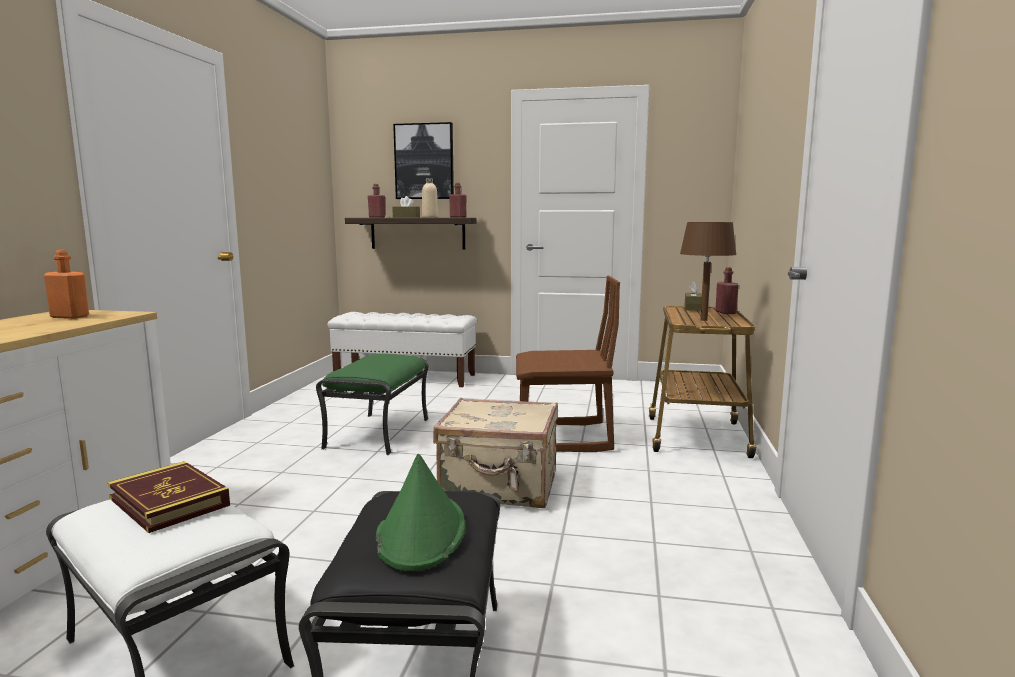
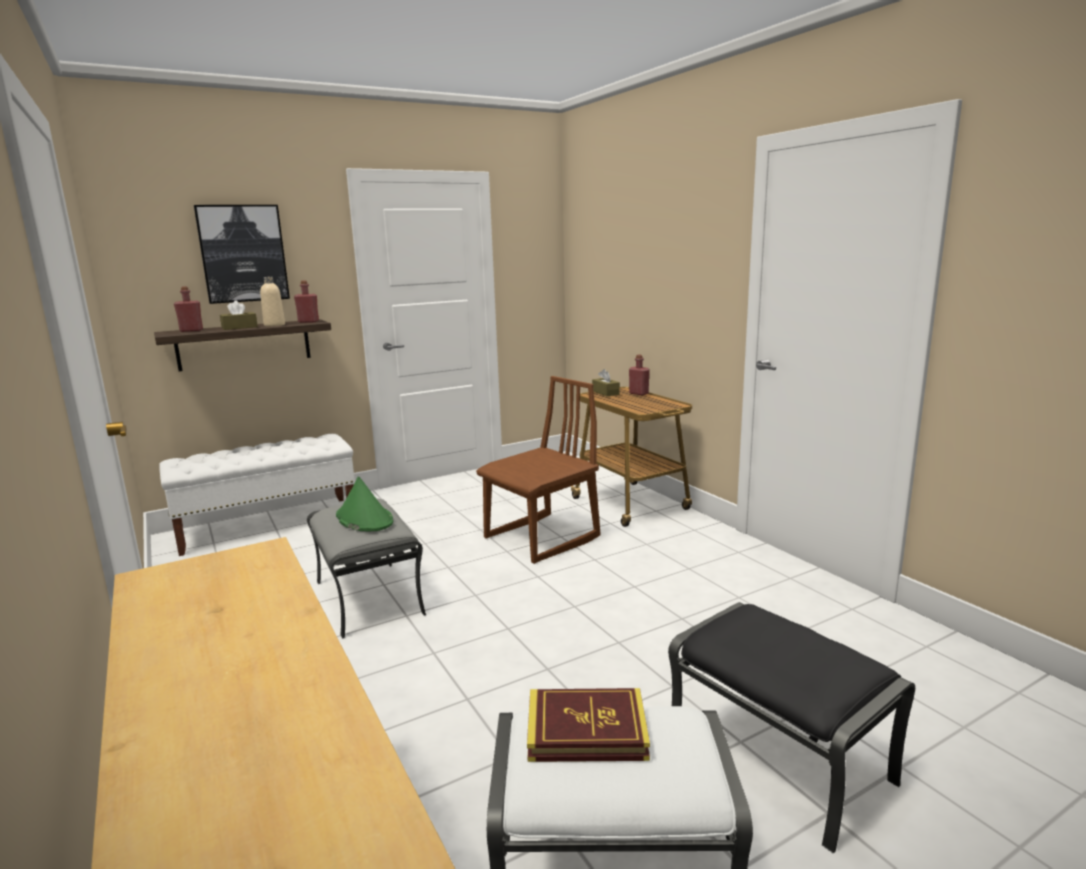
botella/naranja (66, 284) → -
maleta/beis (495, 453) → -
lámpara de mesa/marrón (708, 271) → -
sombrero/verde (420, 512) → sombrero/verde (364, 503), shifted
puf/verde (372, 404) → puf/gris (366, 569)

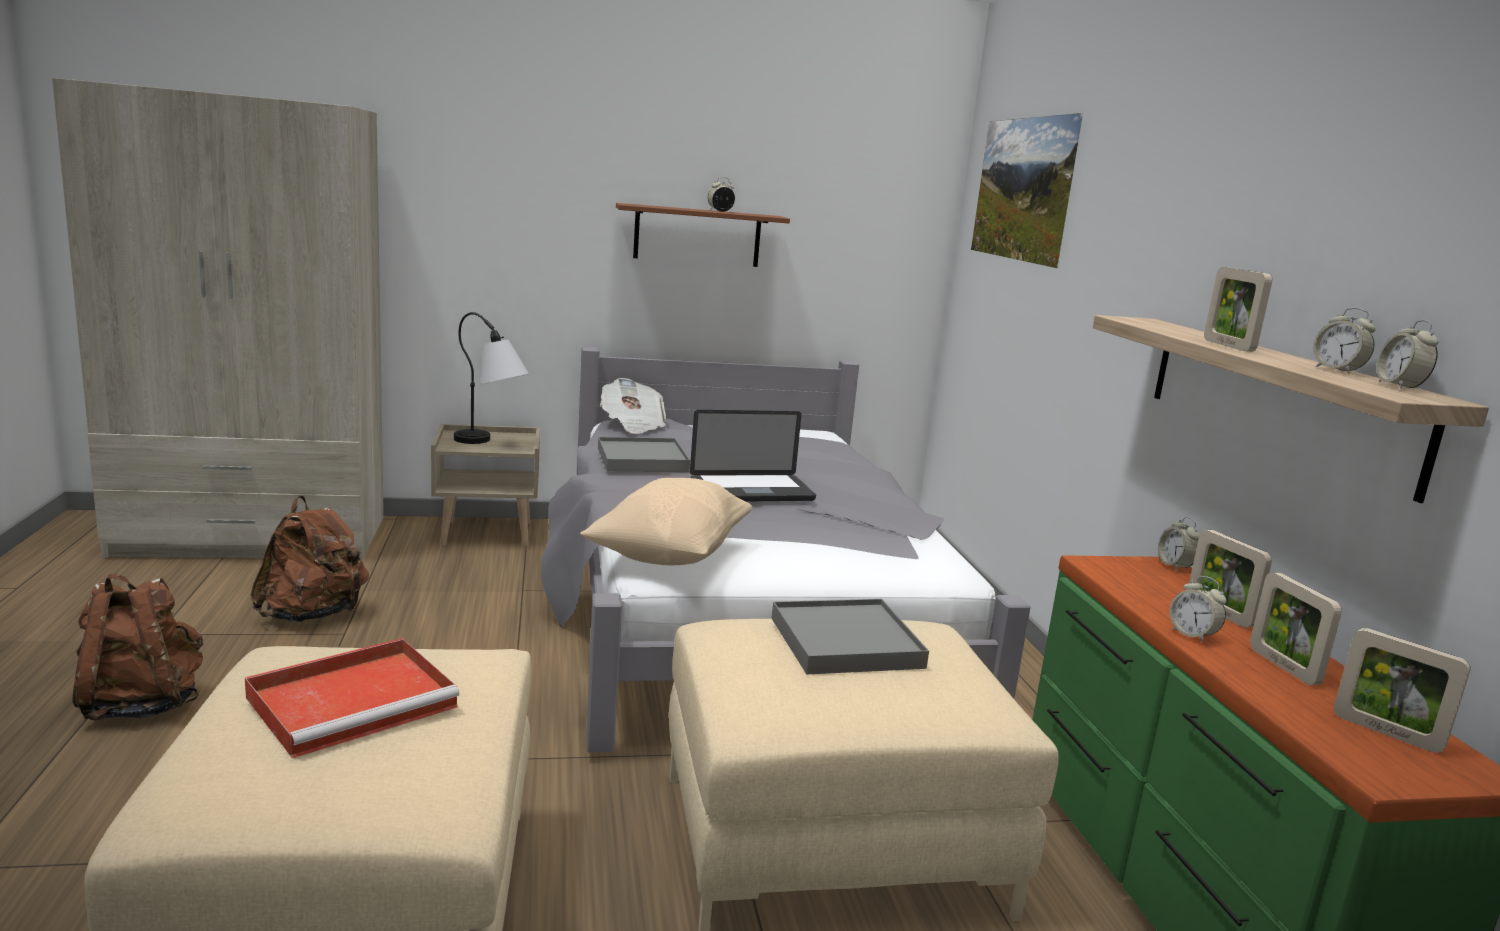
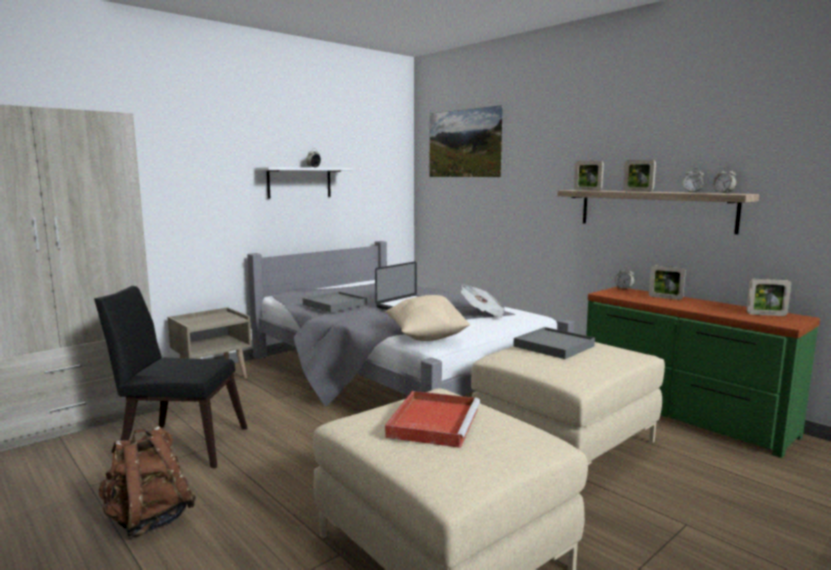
lámpara de mesa (491, 378) → -
despertador (1198, 609) → -
periódico (633, 406) → periódico (483, 301), shifted
portarretratos (1296, 628) → portarretratos (589, 176), shifted
mochila/marrón (309, 559) → silla/negro (170, 377)
estante/marrón (703, 235) → estante/blanco (304, 183)

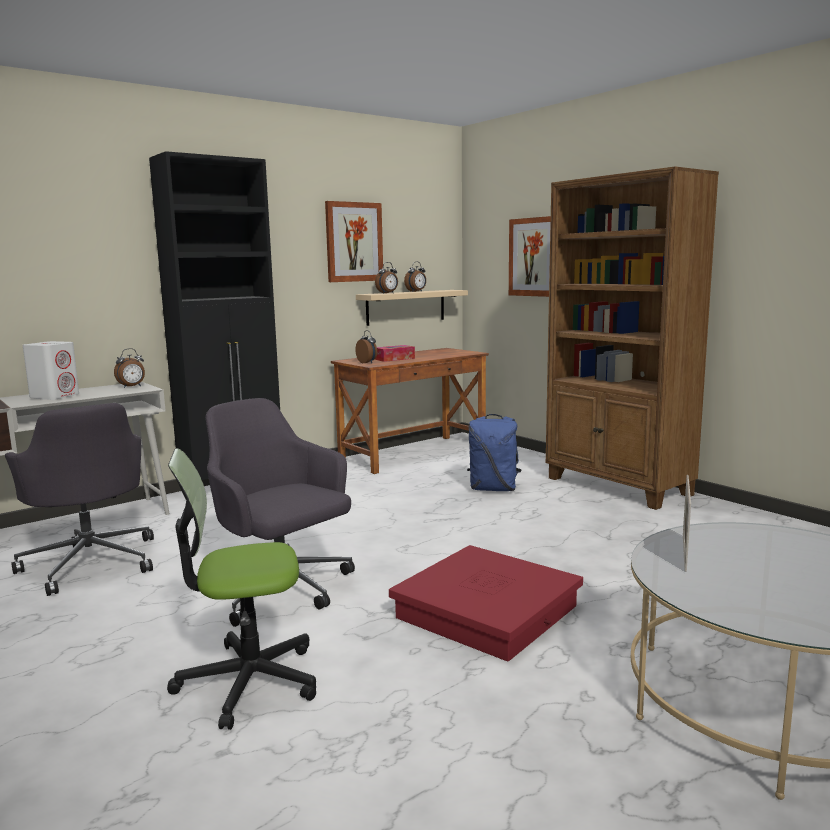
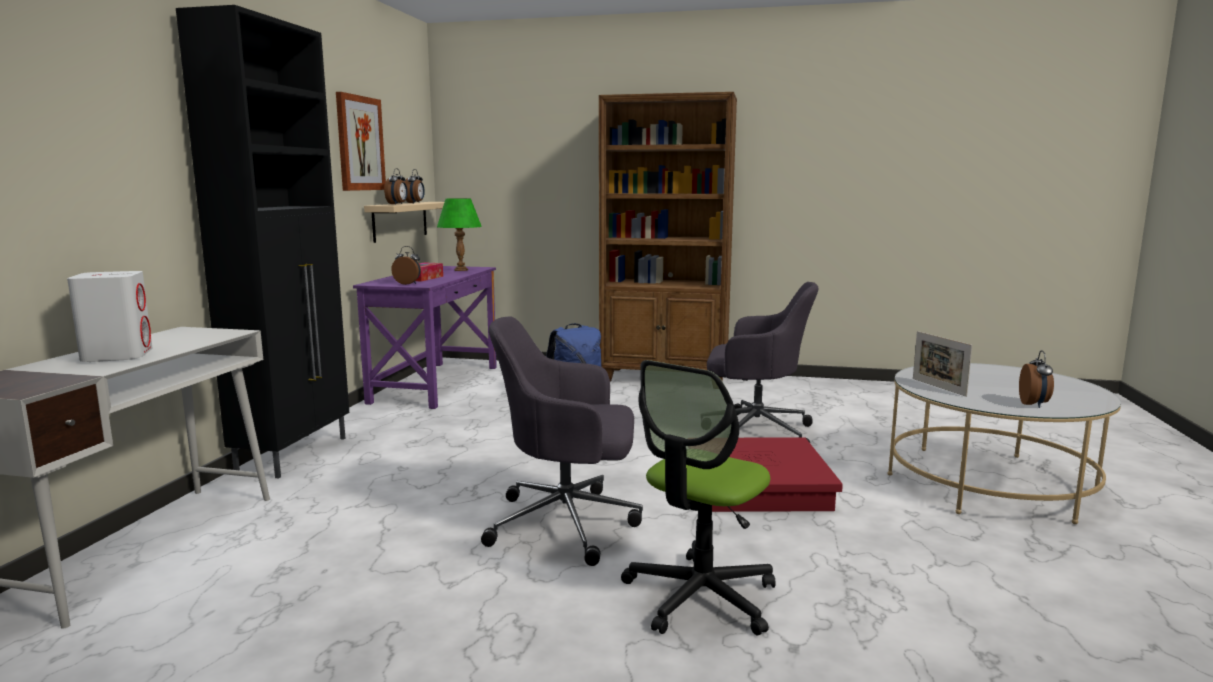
cuadro (530, 256) → -
- → lámpara de mesa/verde (459, 234)
silla de oficina/gris (79, 499) → silla de oficina/gris (763, 362), shifted
despertador (129, 368) → despertador (1036, 379), shifted
escritorio/marrón (410, 411) → escritorio/morado (425, 337)

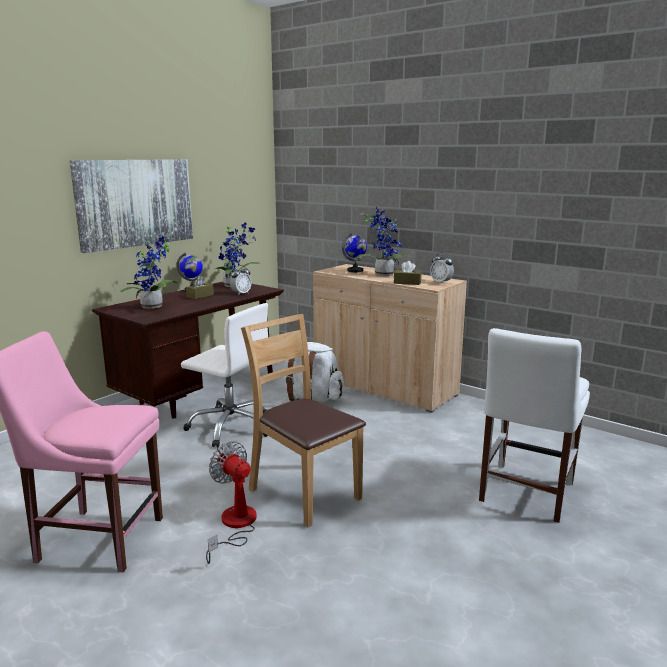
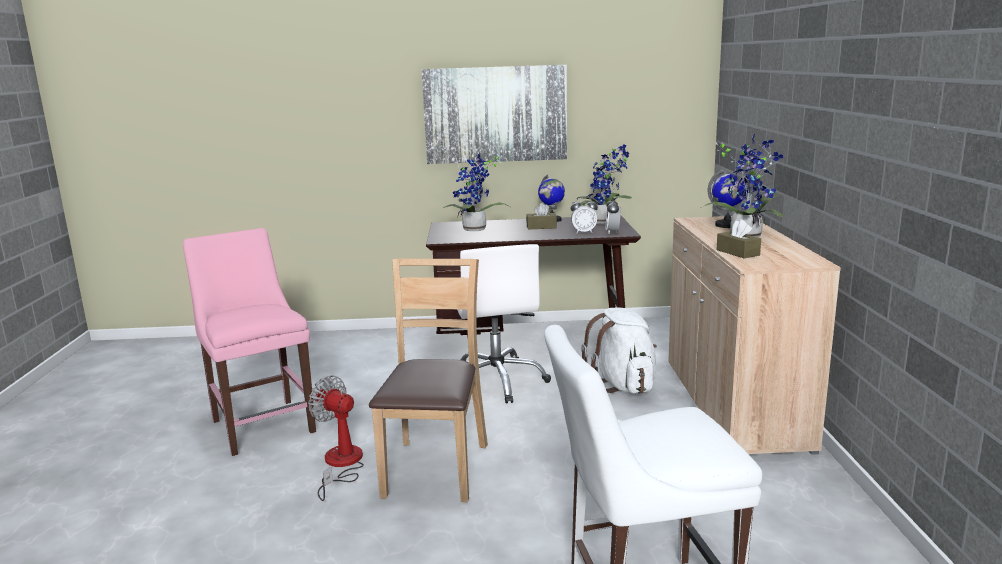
despertador (442, 268) → despertador (613, 215), shifted
ventilador (231, 502) → ventilador (336, 438), 60 degrees counterclockwise

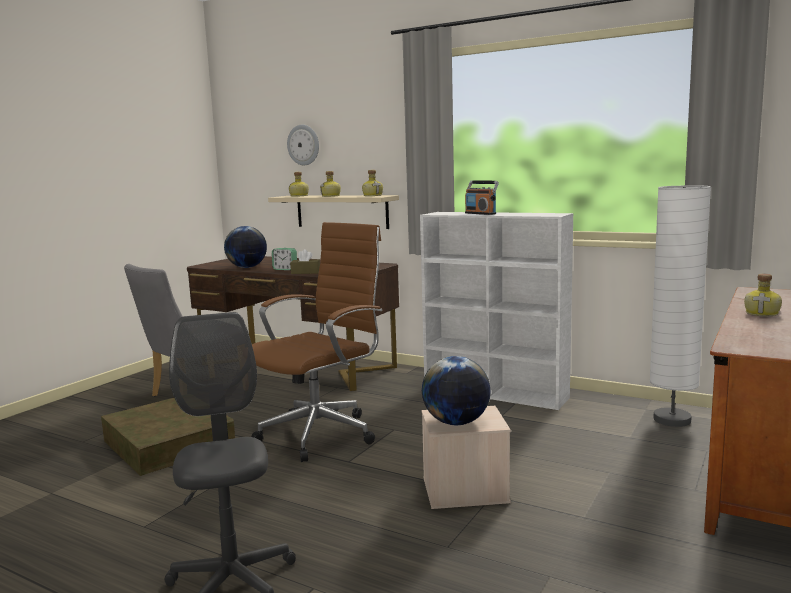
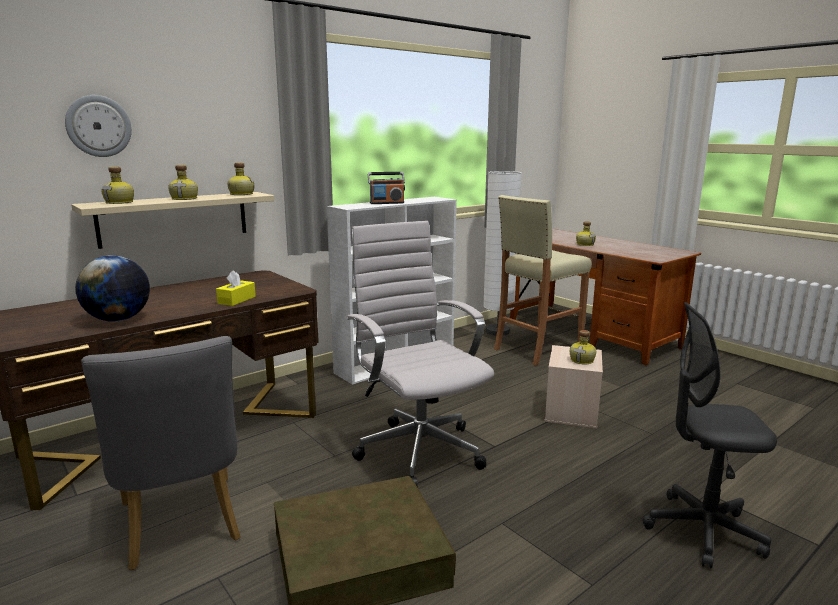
despertador (284, 259) → -
- → taburete/beis (543, 280)
globo terráqueo (456, 390) → botella (583, 347)
silla de oficina/marrón (316, 342) → silla de oficina/blanco (420, 354)
caja de pañuelos/marrón (305, 261) → caja de pañuelos/amarillo (236, 288)

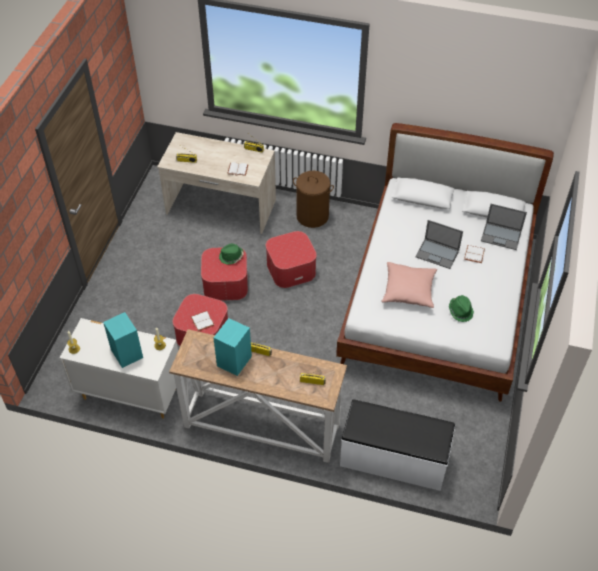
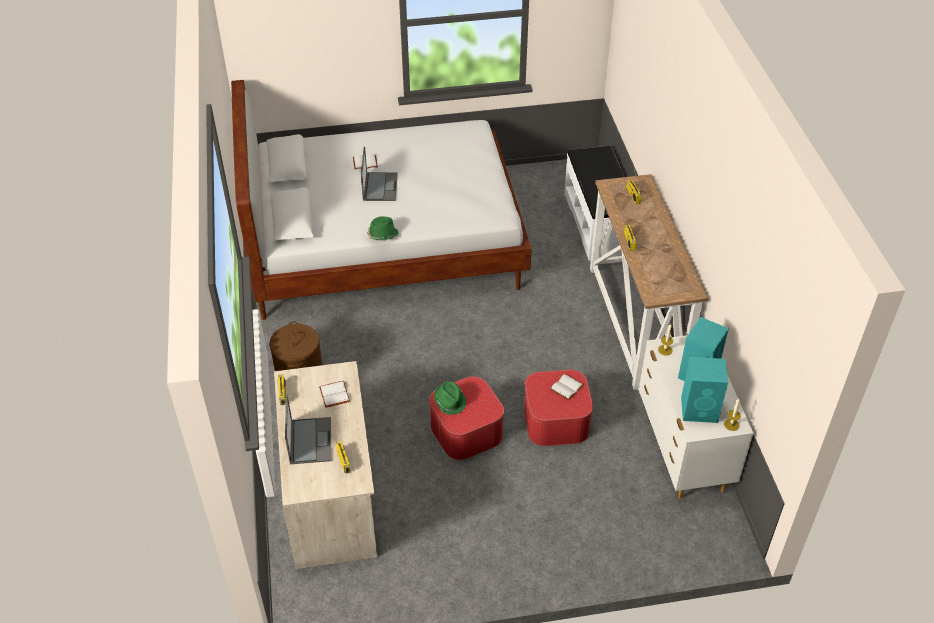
puf (291, 259) → -
cojín/rosa (409, 285) → -
altavoz/turquesa (232, 347) → altavoz/turquesa (704, 390), shifted
sombrero/verde (461, 308) → sombrero/verde (383, 228), shifted
portátil (504, 227) → portátil (308, 429), shifted

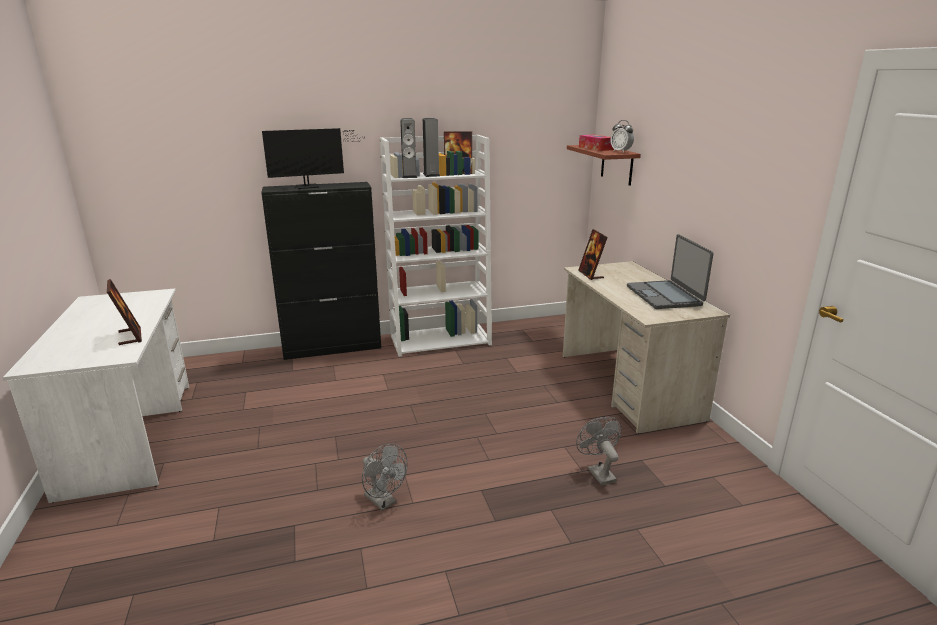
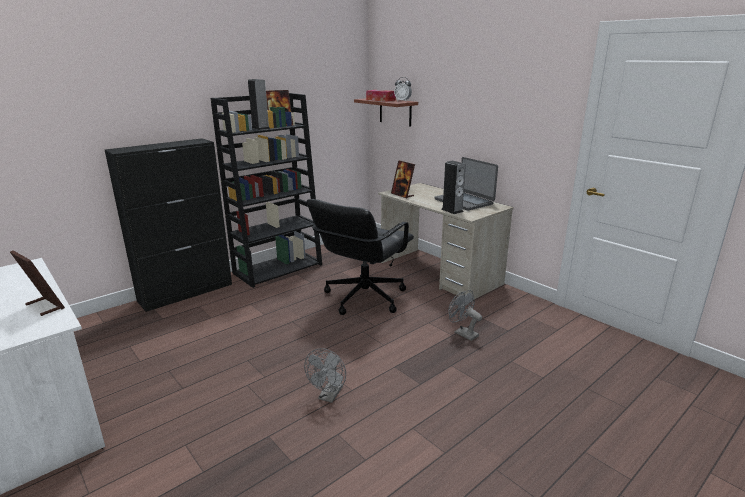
monitor (313, 158) → -
- → silla de oficina/negro (360, 257)
altavoz (408, 148) → altavoz (453, 187), shifted
estantería/blanco (436, 246) → estantería/negro (266, 190)
ventilador/gris (384, 477) → ventilador/gris (325, 375), 90 degrees clockwise

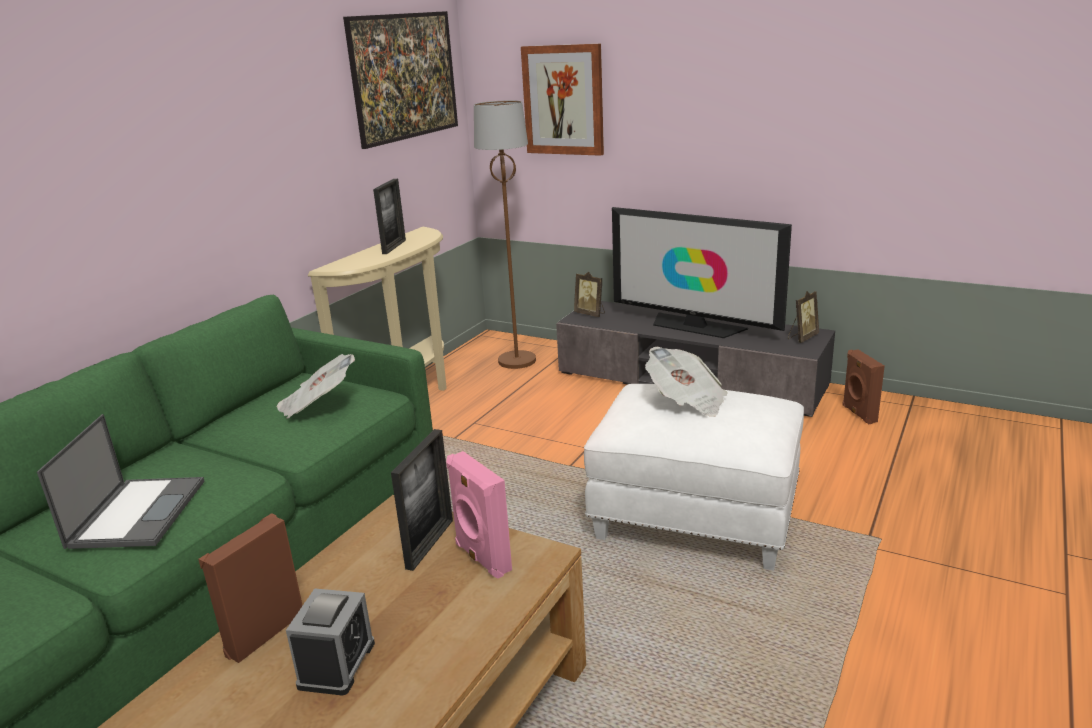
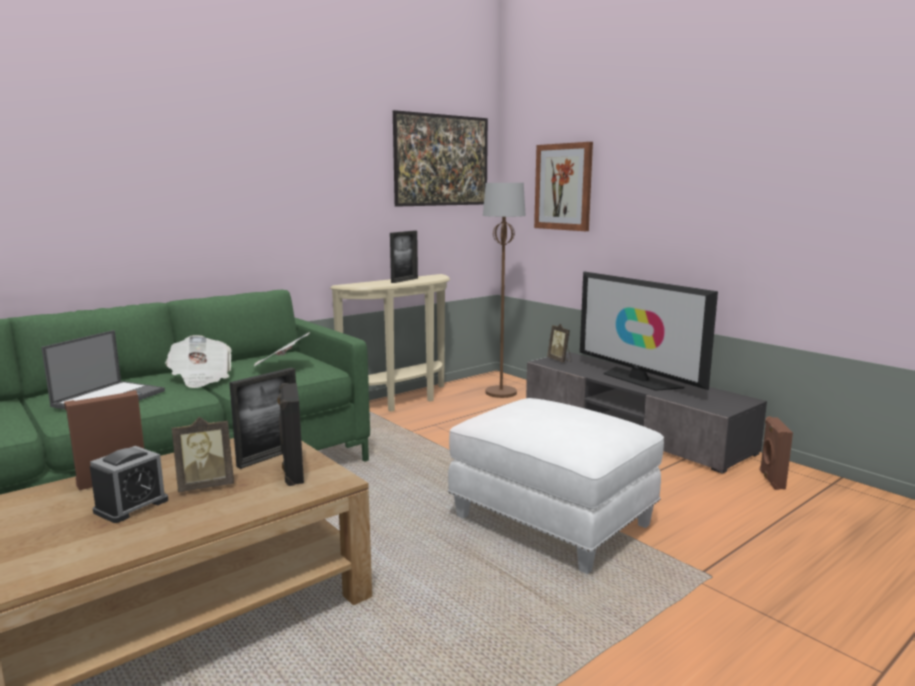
periódico (686, 382) → periódico (198, 361), shifted
portarretratos (803, 317) → portarretratos (203, 454), shifted
altavoz/rosa (479, 515) → altavoz/negro (290, 434)

